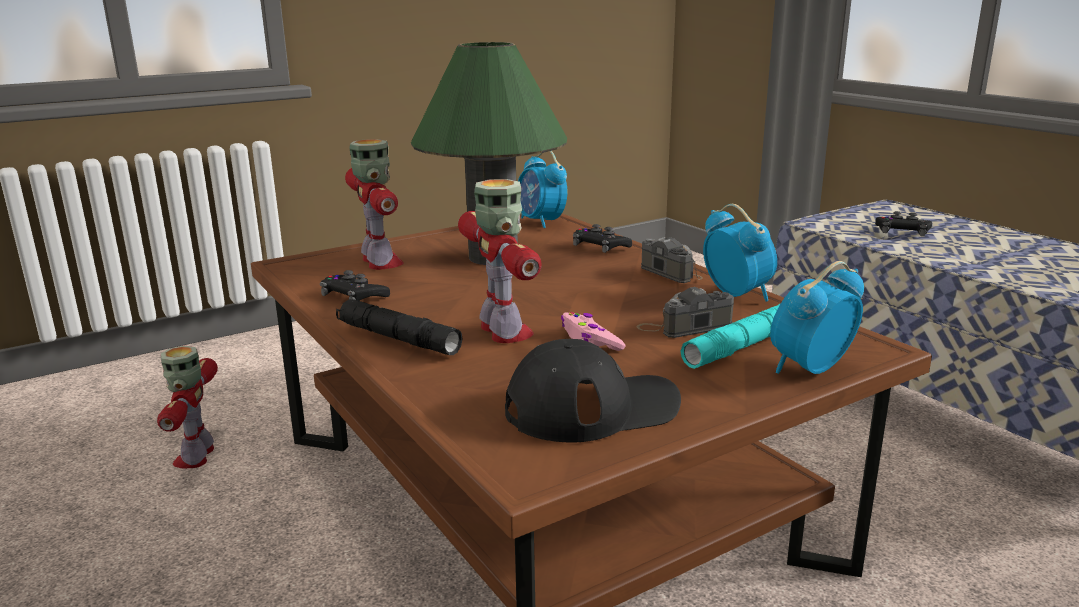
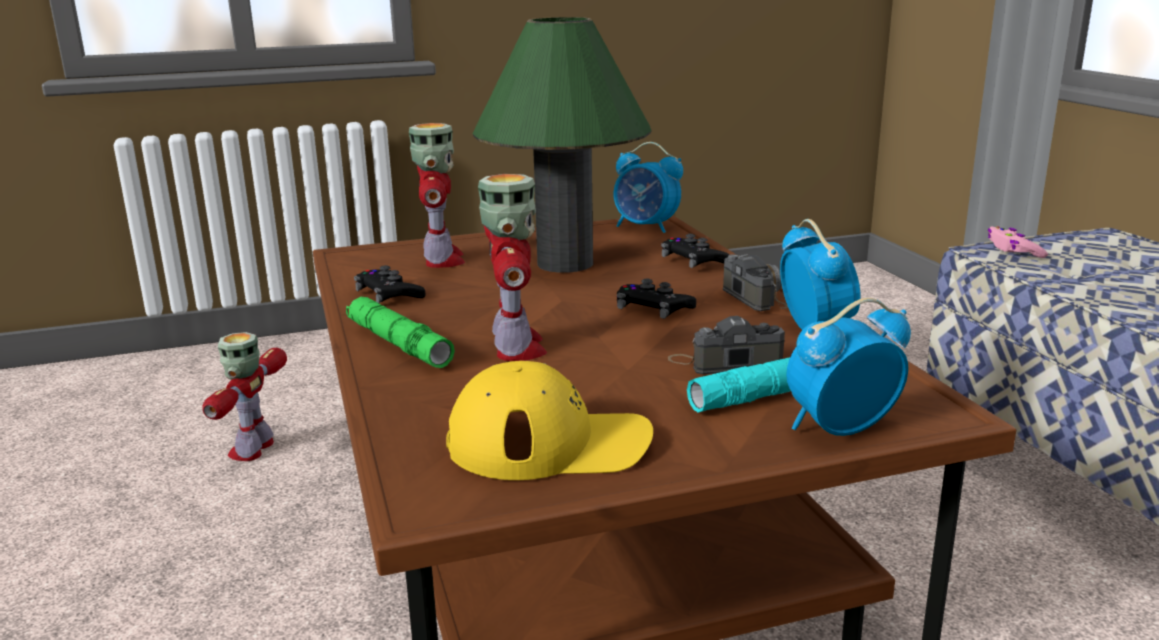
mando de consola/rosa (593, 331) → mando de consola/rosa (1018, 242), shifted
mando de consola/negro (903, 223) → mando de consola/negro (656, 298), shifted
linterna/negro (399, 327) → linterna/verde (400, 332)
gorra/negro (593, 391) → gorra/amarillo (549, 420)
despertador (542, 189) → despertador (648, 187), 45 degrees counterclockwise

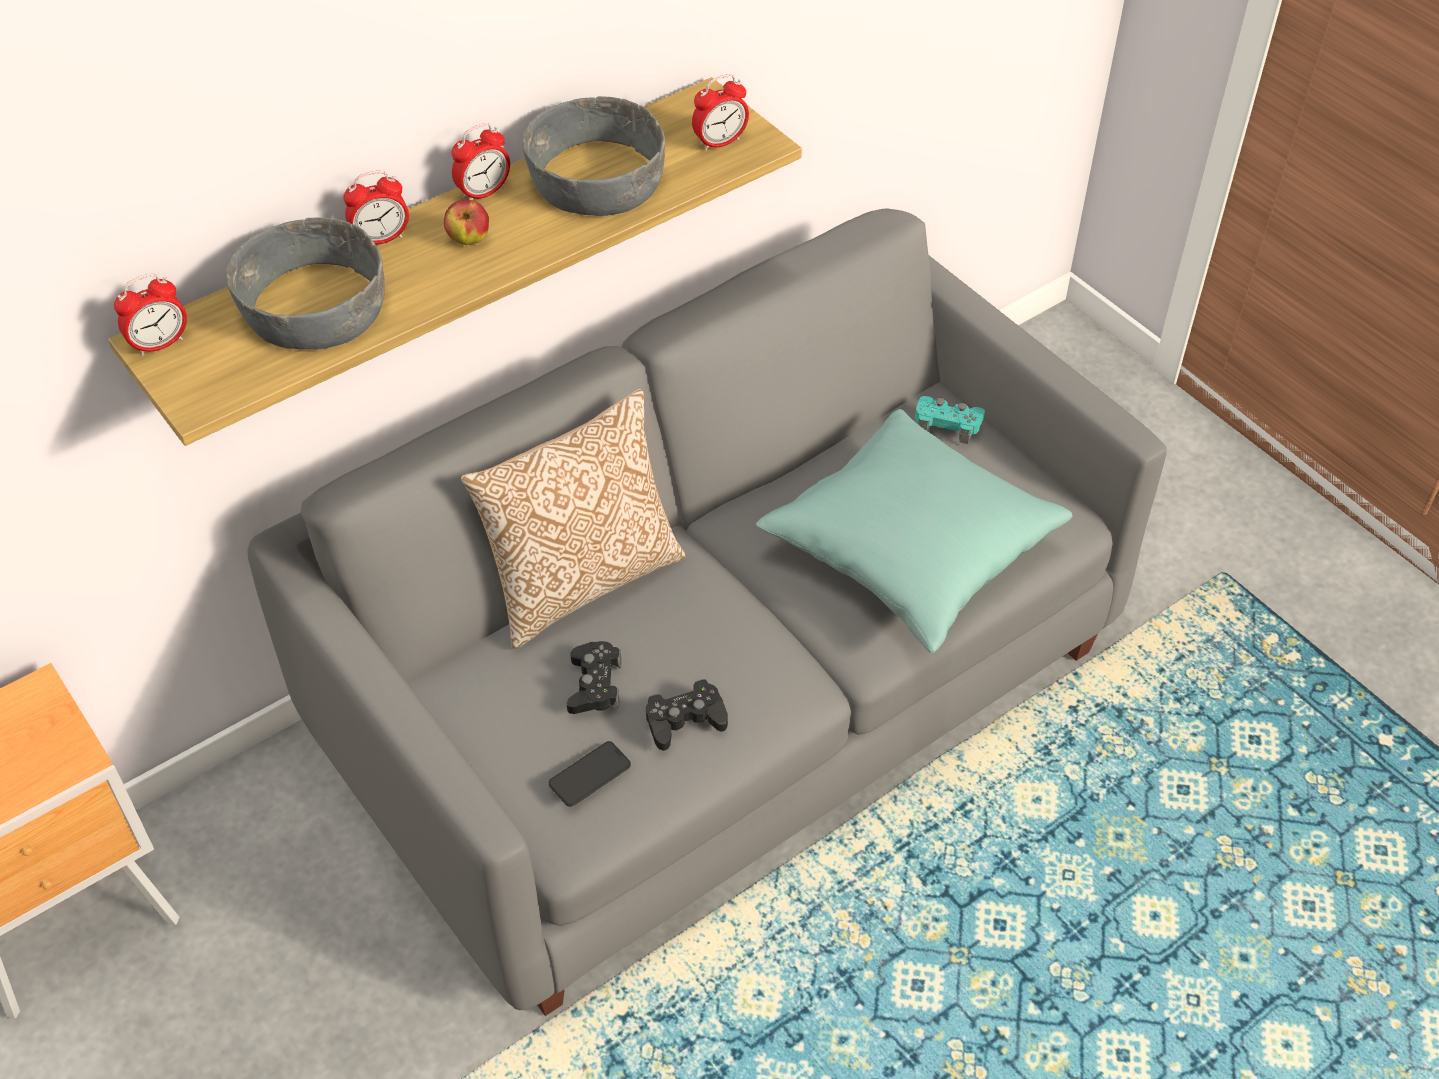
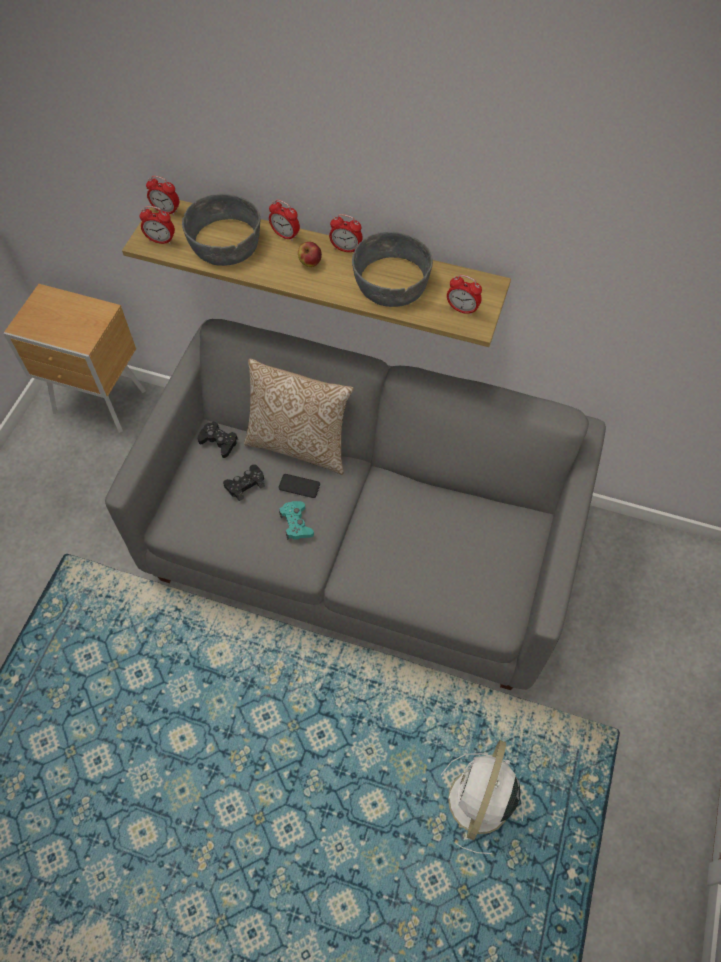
cojín/turquesa (914, 531) → -
- → despertador (157, 225)
- → ventilador/blanco (482, 797)
móvil (590, 774) → móvil (299, 486), shifted
mando de consola/negro (687, 715) → mando de consola/negro (217, 439), shifted
mando de consola/turquesa (950, 420) → mando de consola/turquesa (296, 520), shifted

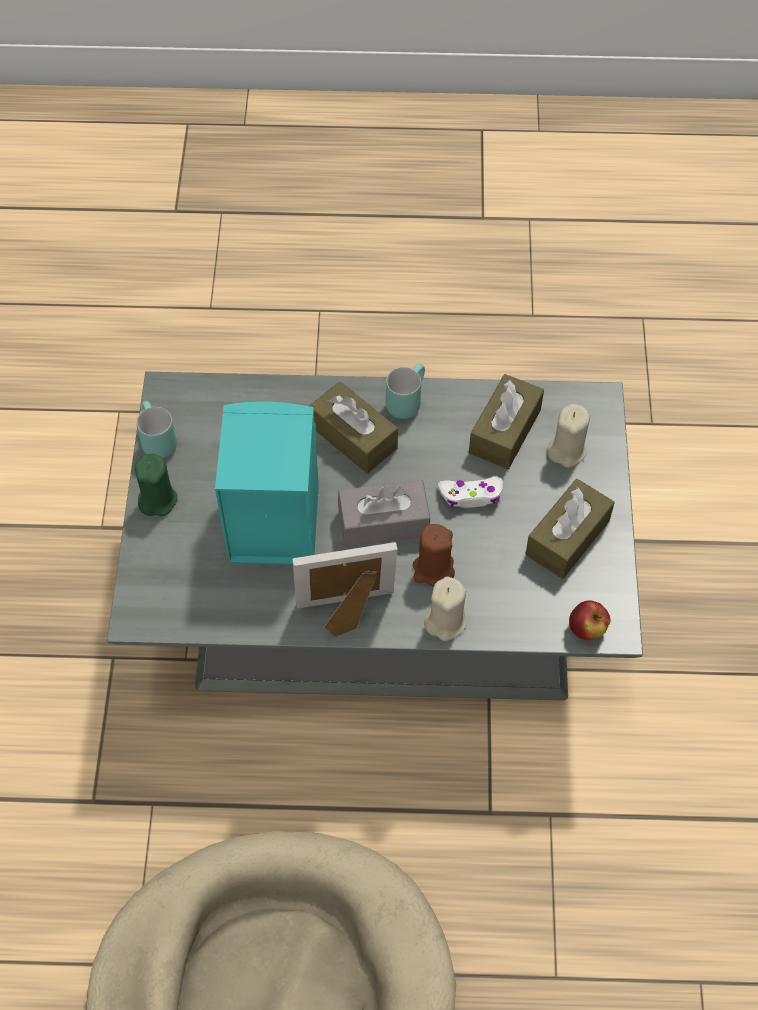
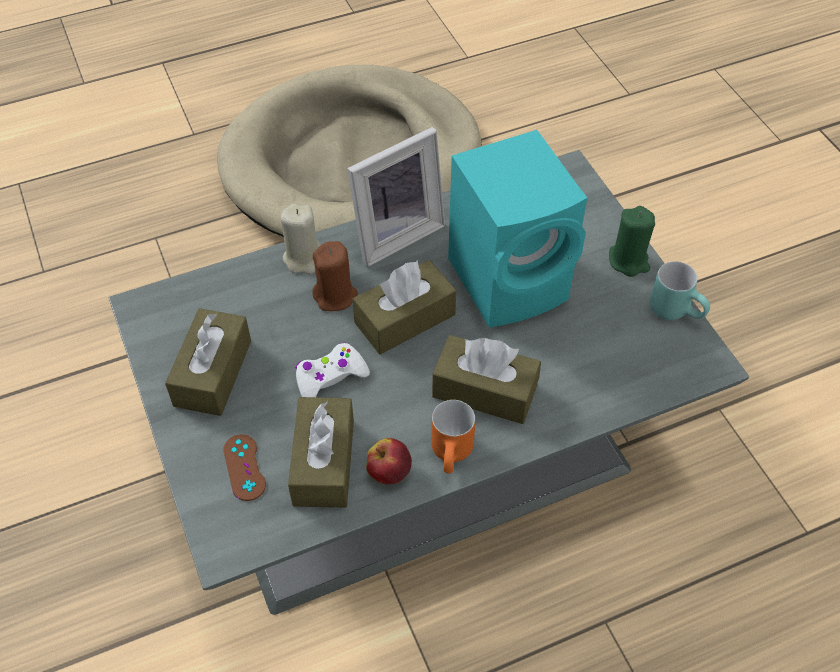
manzana (590, 620) → manzana (389, 461), shifted
vela/beis (568, 436) → mando de consola/marrón (244, 467)
caja de pañuelos/gris (384, 513) → caja de pañuelos/marrón (404, 307)
taza grande/turquesa (405, 391) → taza grande/naranja (453, 437)

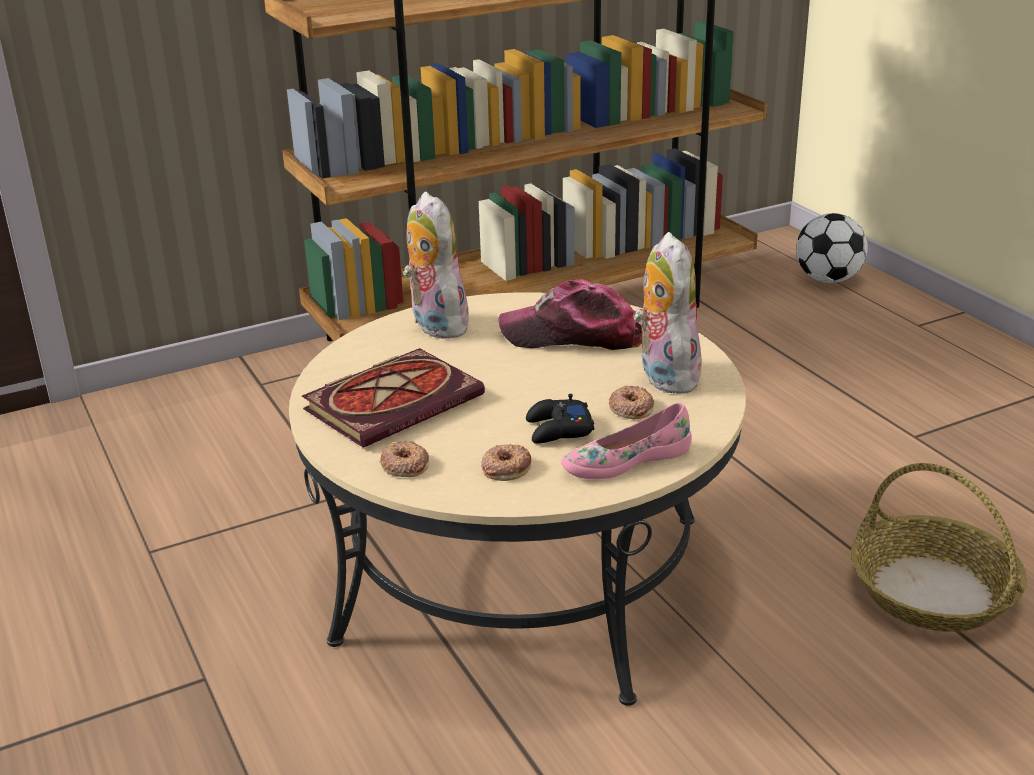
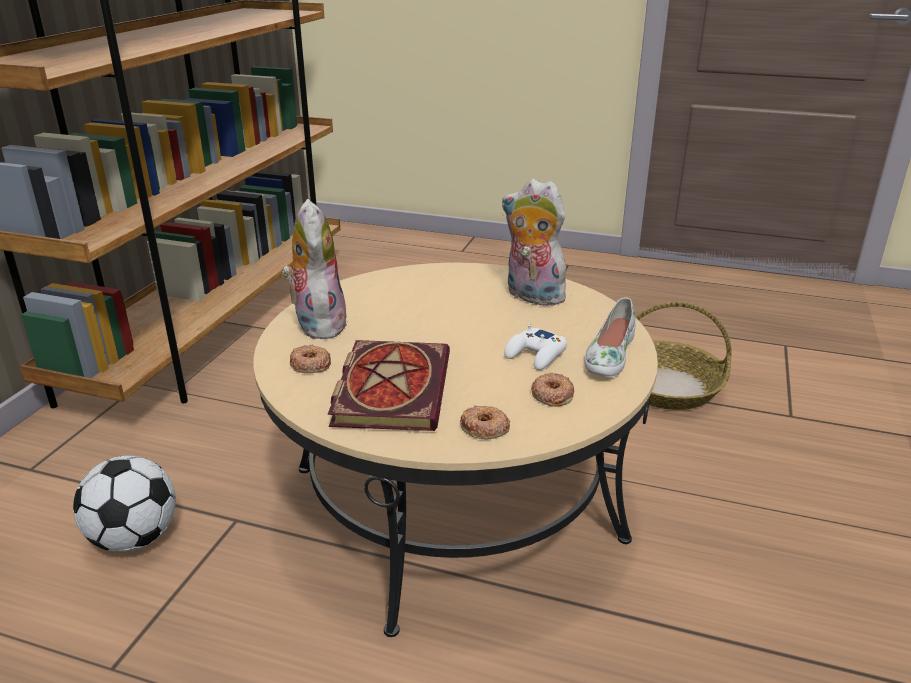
gorra (570, 314) → -
rosquilla (631, 402) → rosquilla (310, 359), shifted
balón de fútbol (832, 248) → balón de fútbol (124, 504), shifted
mando de consola/negro (560, 419) → mando de consola/blanco (535, 347)
zapato/rosa (626, 441) → zapato/blanco (610, 337)
peluche (437, 265) → peluche (315, 269), 60 degrees clockwise

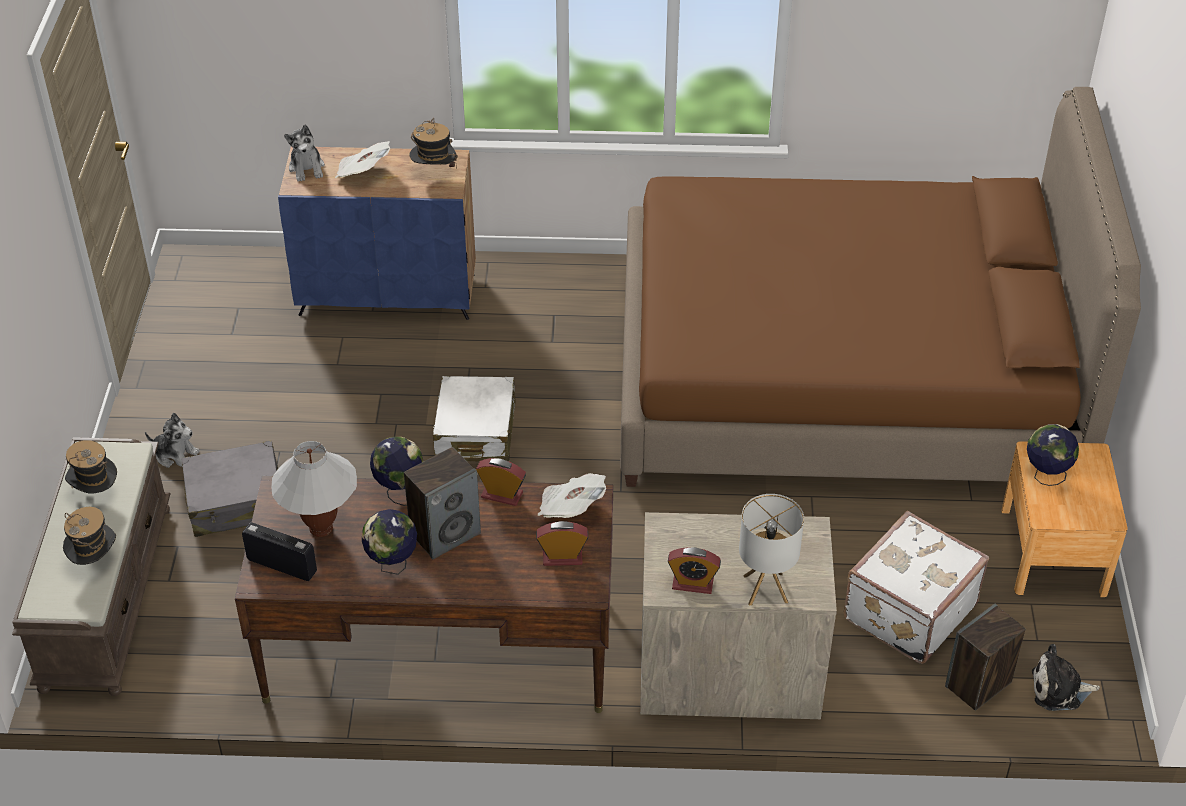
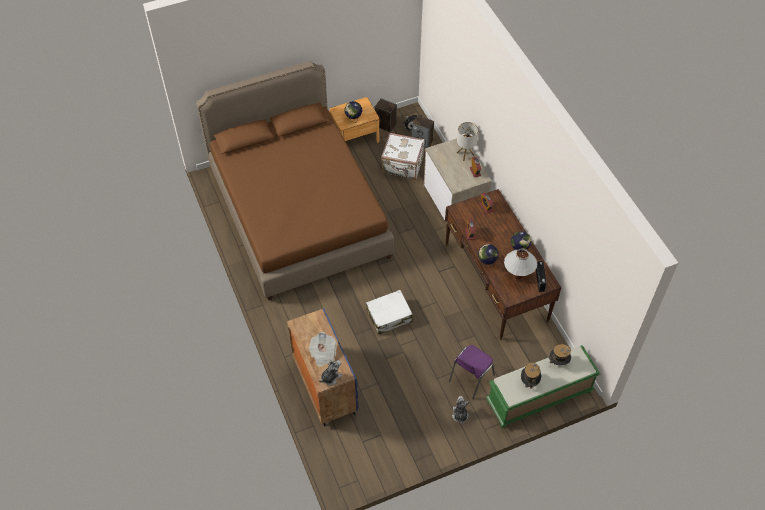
sombrero (434, 143) → -
periódico (571, 495) → -
altavoz (442, 503) → altavoz (386, 115), shifted
maleta/gris (230, 489) → silla/morado (472, 372)
banco/marrón (91, 566) → banco/verde (543, 386)

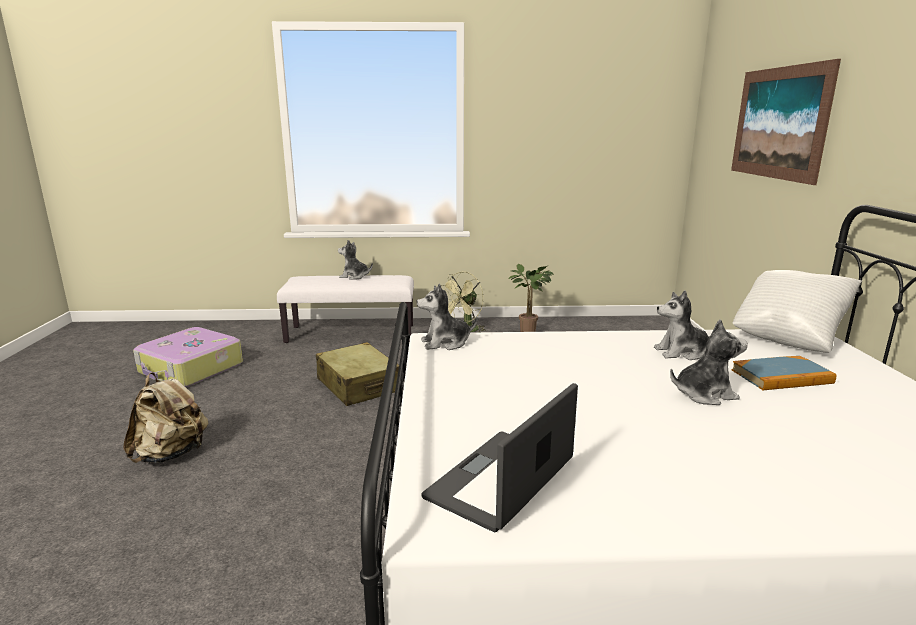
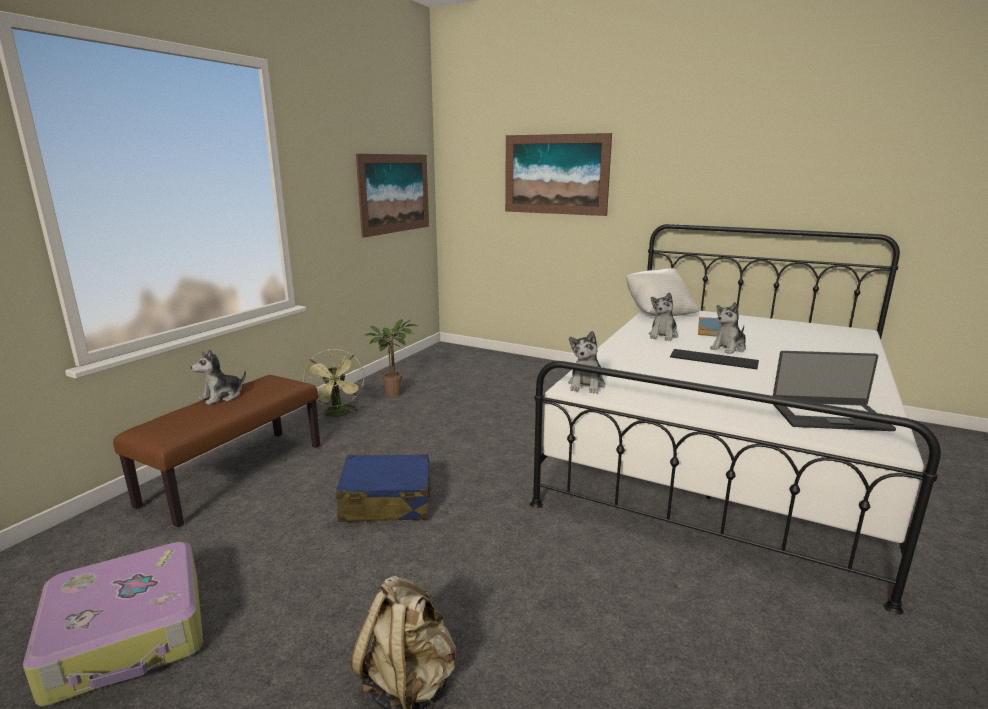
- → cuadro (392, 196)
- → teclado (714, 359)
banco/blanco (345, 309) → banco/marrón (216, 451)
maleta/beis (357, 374) → maleta/azul (383, 488)
portátil (499, 457) → portátil (834, 391), 60 degrees counterclockwise
peluche (709, 362) → peluche (728, 328), 150 degrees counterclockwise

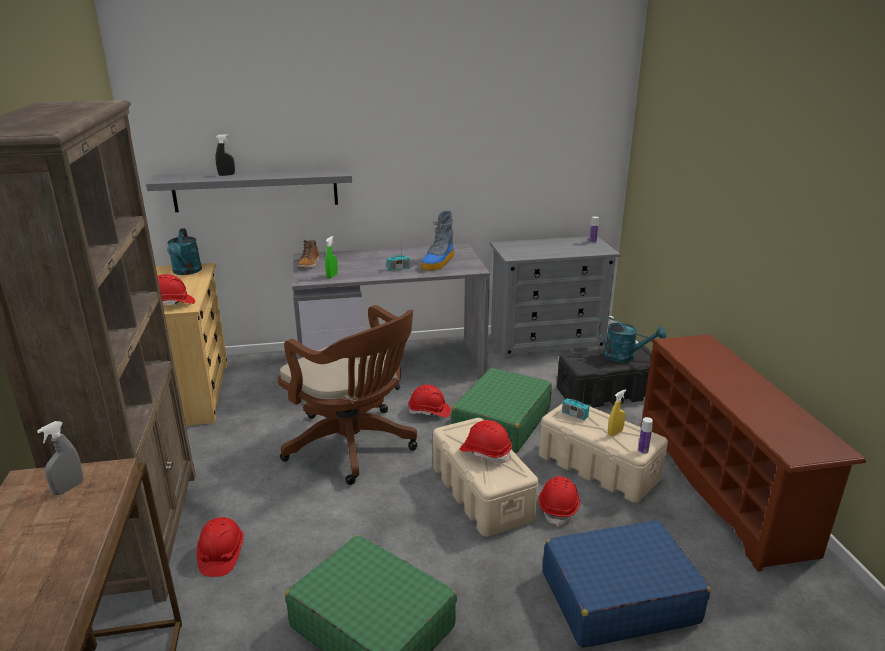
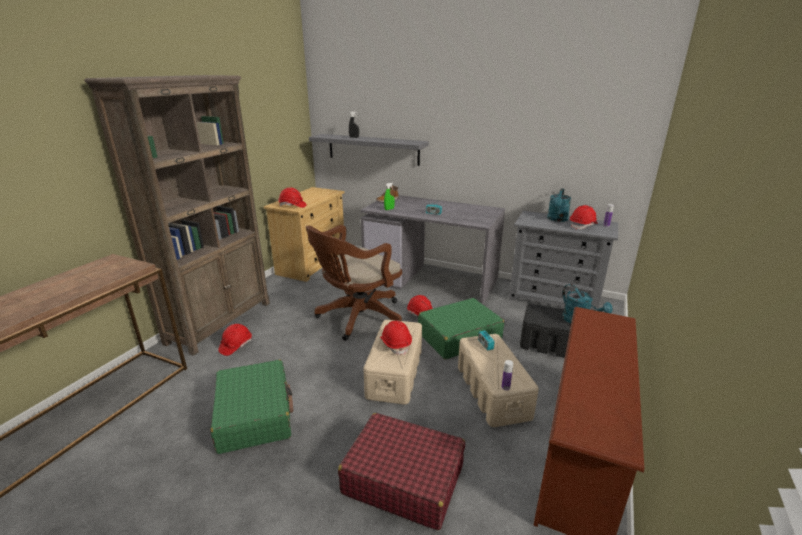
pulverizador/gris (60, 458) → -
bota (437, 241) → -
pulverizador/amarillo (617, 412) → -
regadera/turquesa (184, 251) → regadera/turquesa (559, 205), shifted
casco/rojo (559, 501) → casco/rojo (584, 217), shifted
maleta/azul (626, 584) → maleta/rojo (401, 471)
silla de oficina/marrón (347, 395) → silla de oficina/marrón (354, 283), 60 degrees clockwise

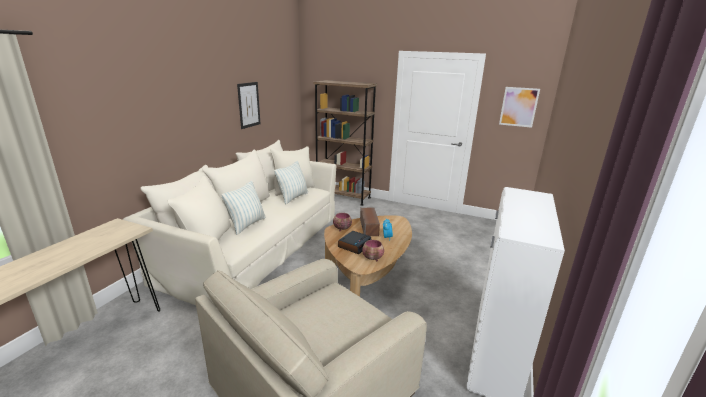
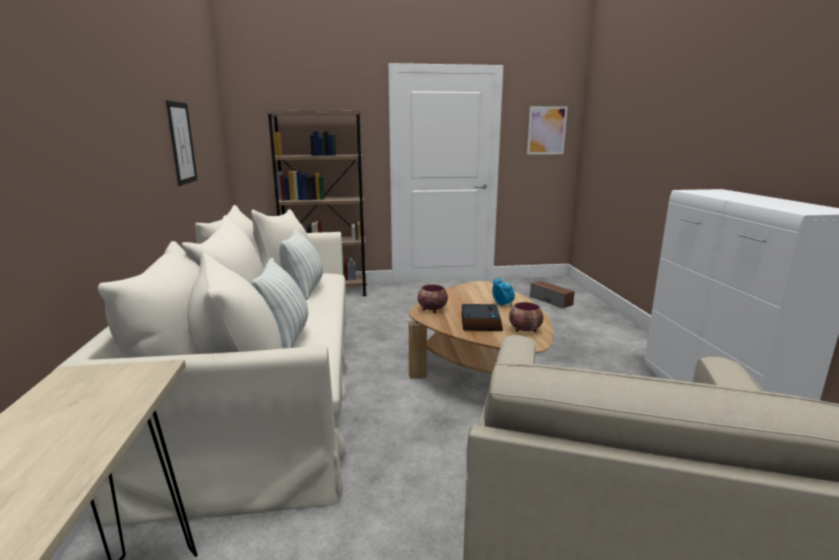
altavoz (370, 222) → altavoz (552, 294), shifted

